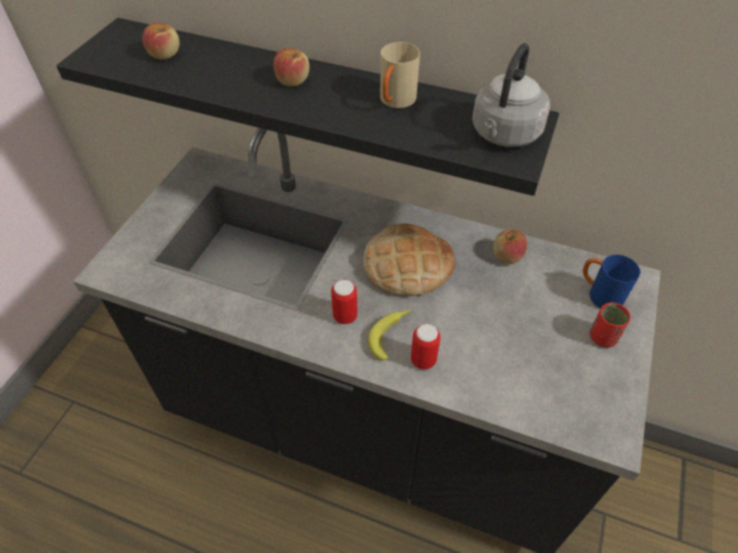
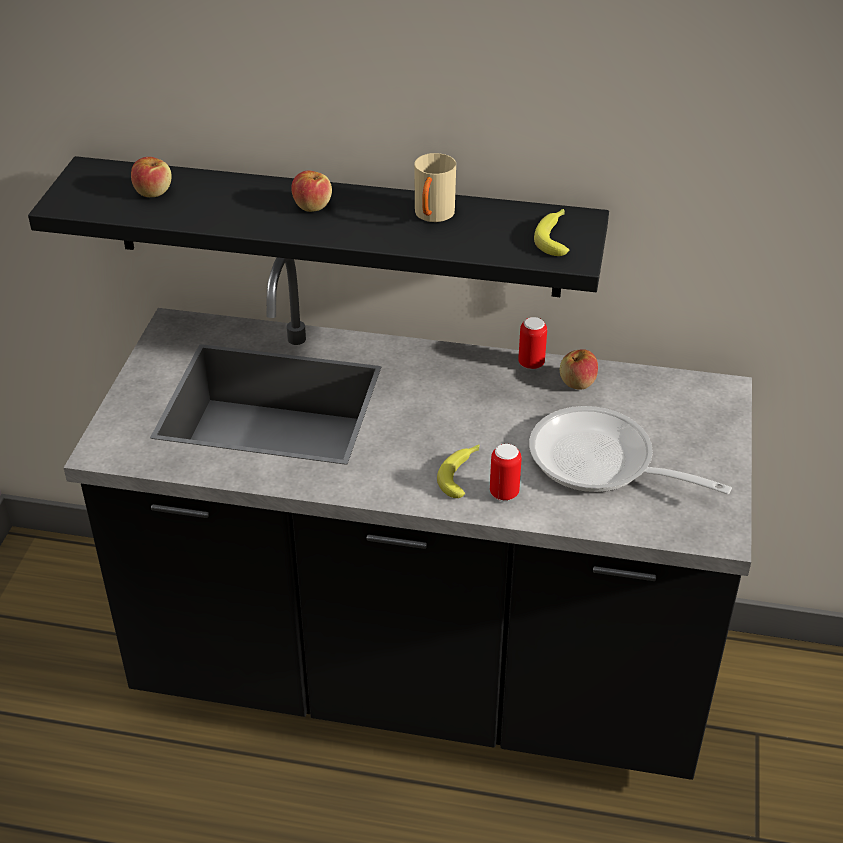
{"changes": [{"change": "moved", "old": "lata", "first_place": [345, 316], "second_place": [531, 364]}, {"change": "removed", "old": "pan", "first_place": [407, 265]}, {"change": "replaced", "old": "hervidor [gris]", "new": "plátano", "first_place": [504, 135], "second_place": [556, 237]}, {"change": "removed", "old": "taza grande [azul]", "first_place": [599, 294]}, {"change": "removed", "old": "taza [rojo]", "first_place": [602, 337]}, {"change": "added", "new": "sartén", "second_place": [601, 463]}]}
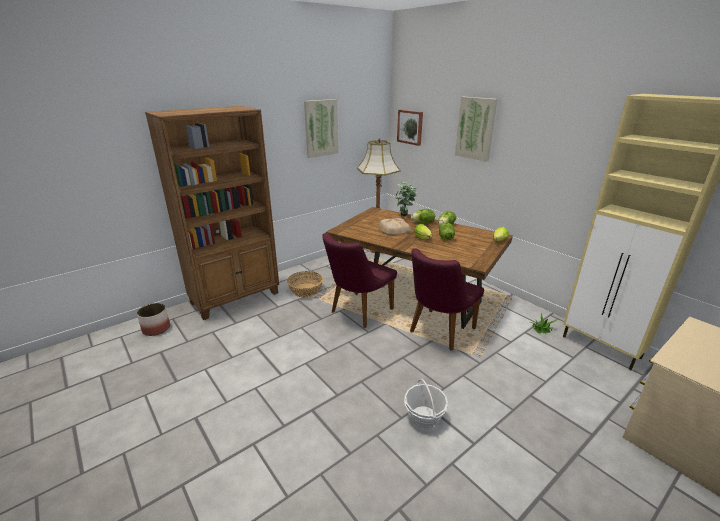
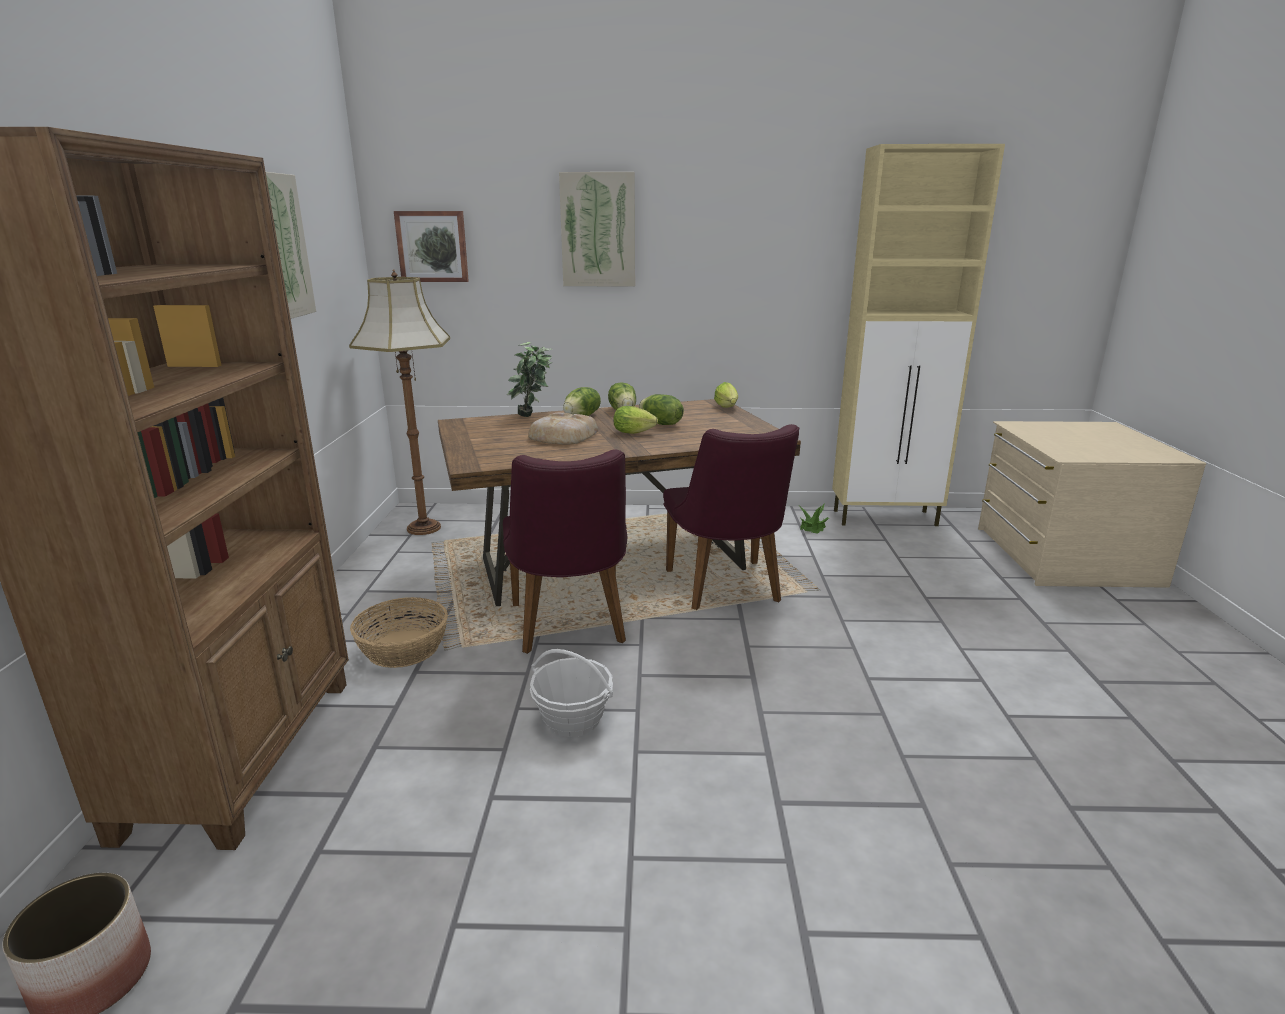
{"changes": [{"change": "moved", "old": "cesta", "first_place": [424, 417], "second_place": [573, 719]}]}
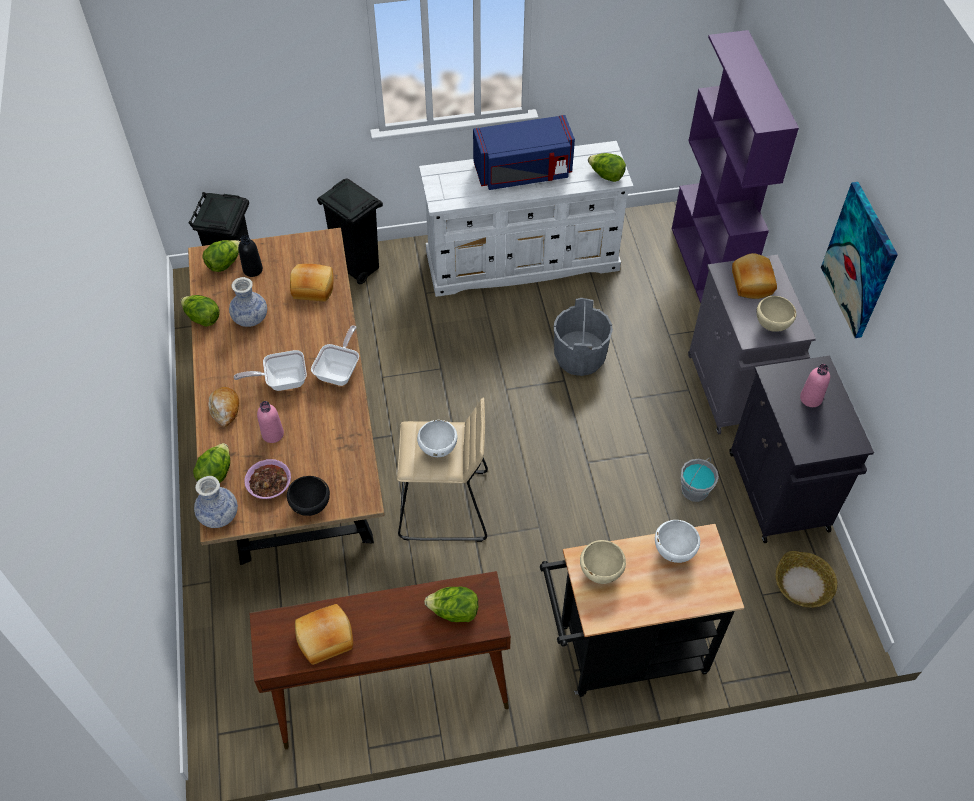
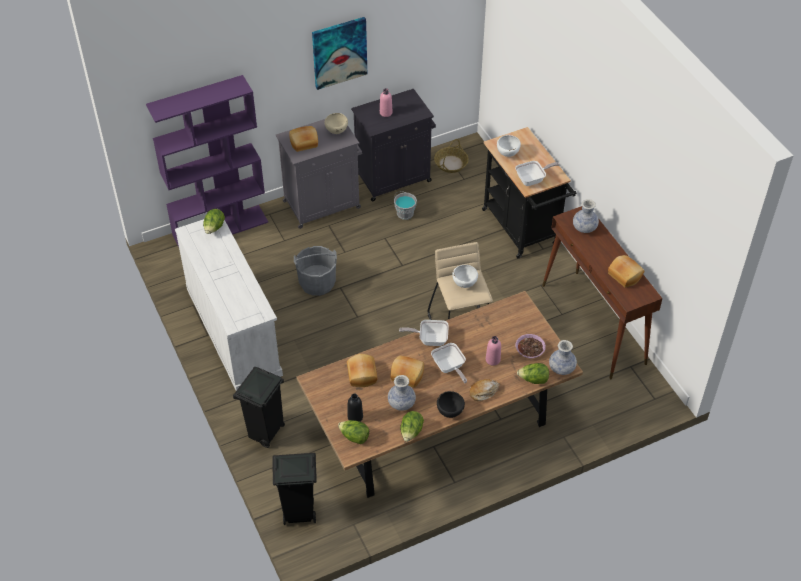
{"changes": [{"change": "moved", "old": "cuenco [negro]", "first_place": [311, 506], "second_place": [449, 412]}, {"change": "replaced", "old": "lechuga", "new": "florero", "first_place": [454, 612], "second_place": [584, 228]}, {"change": "removed", "old": "microondas [azul]", "first_place": [523, 172]}, {"change": "replaced", "old": "cuenco [beis]", "new": "sartén", "first_place": [600, 573], "second_place": [533, 179]}, {"change": "added", "new": "pan", "second_place": [407, 374]}]}
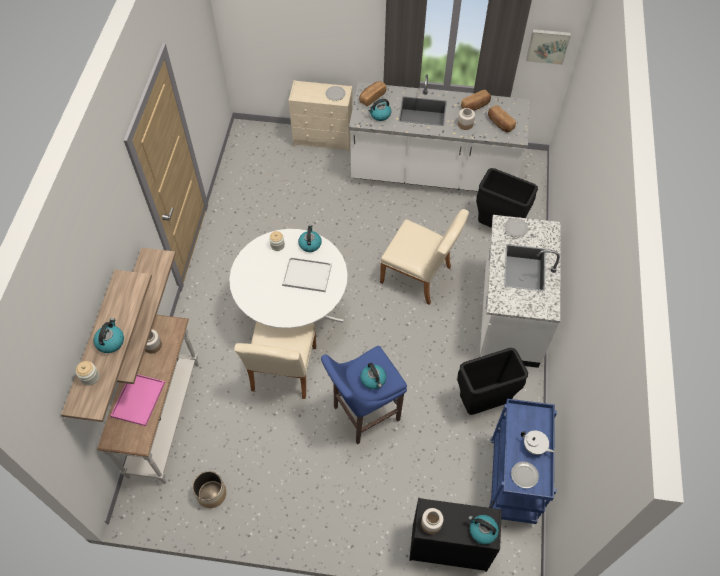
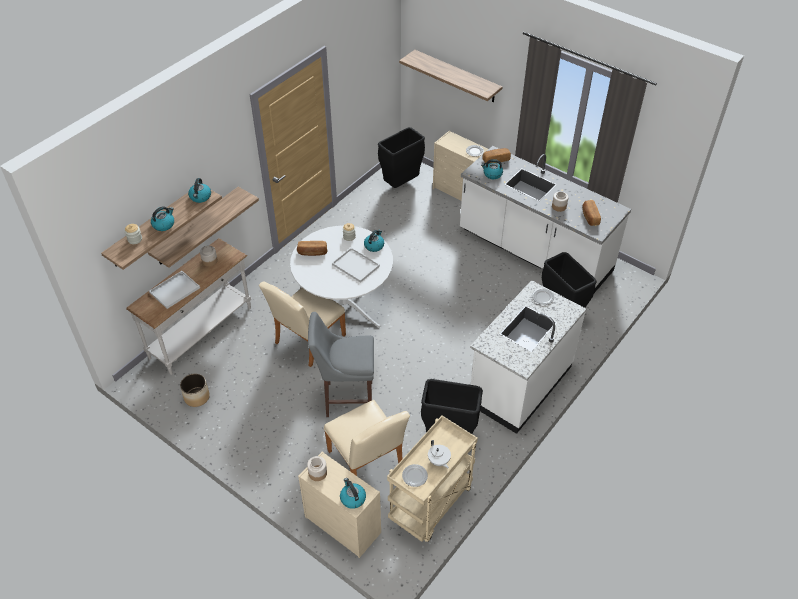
{"changes": [{"change": "recoloured", "old": "bandeja [rosa]", "new": "bandeja [blanco]", "first_place": [138, 398], "second_place": [175, 289]}, {"change": "recoloured", "old": "taburete [azul]", "new": "taburete [gris]", "first_place": [363, 414], "second_place": [346, 399]}, {"change": "moved", "old": "hervidor", "first_place": [373, 380], "second_place": [200, 197]}, {"change": "moved", "old": "silla [beis]", "first_place": [420, 277], "second_place": [368, 463]}, {"change": "recoloured", "old": "cómoda [negro]", "new": "cómoda [beis]", "first_place": [448, 547], "second_place": [342, 524]}, {"change": "moved", "old": "pan", "first_place": [475, 106], "second_place": [312, 253]}, {"change": "recoloured", "old": "carrito [azul]", "new": "carrito [beis]", "first_place": [513, 481], "second_place": [431, 505]}, {"change": "removed", "old": "cuadro", "first_place": [548, 45]}, {"change": "added", "new": "papelera [negro]", "second_place": [401, 184]}, {"change": "added", "new": "estante", "second_place": [457, 76]}]}
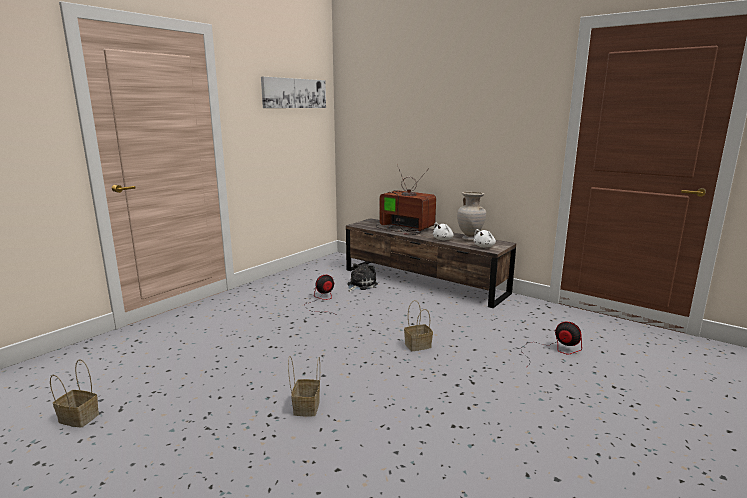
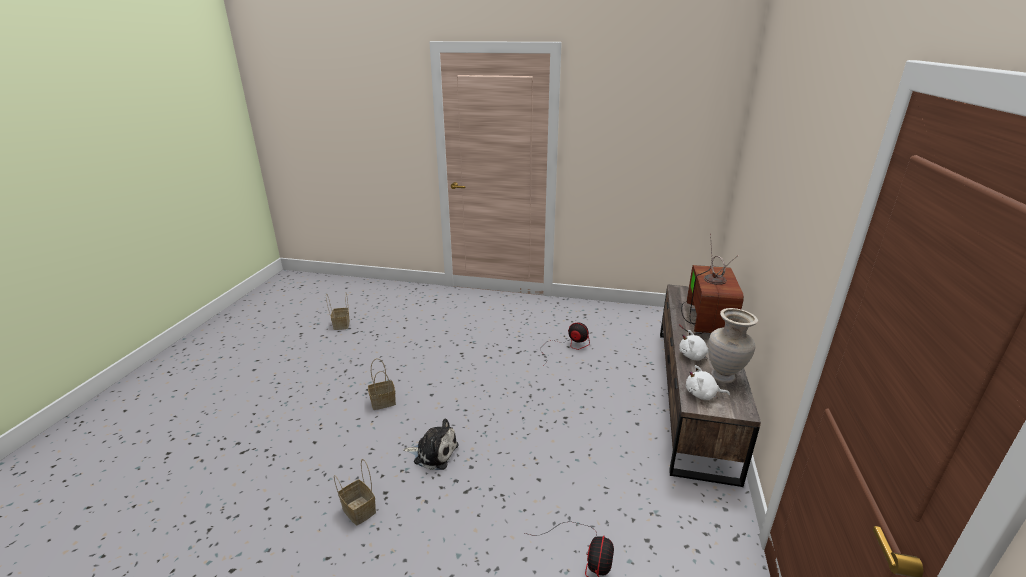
{"changes": [{"change": "removed", "old": "cuadro", "first_place": [294, 93]}, {"change": "moved", "old": "peluche", "first_place": [360, 285], "second_place": [433, 453]}, {"change": "moved", "old": "cesta", "first_place": [417, 346], "second_place": [358, 510]}]}
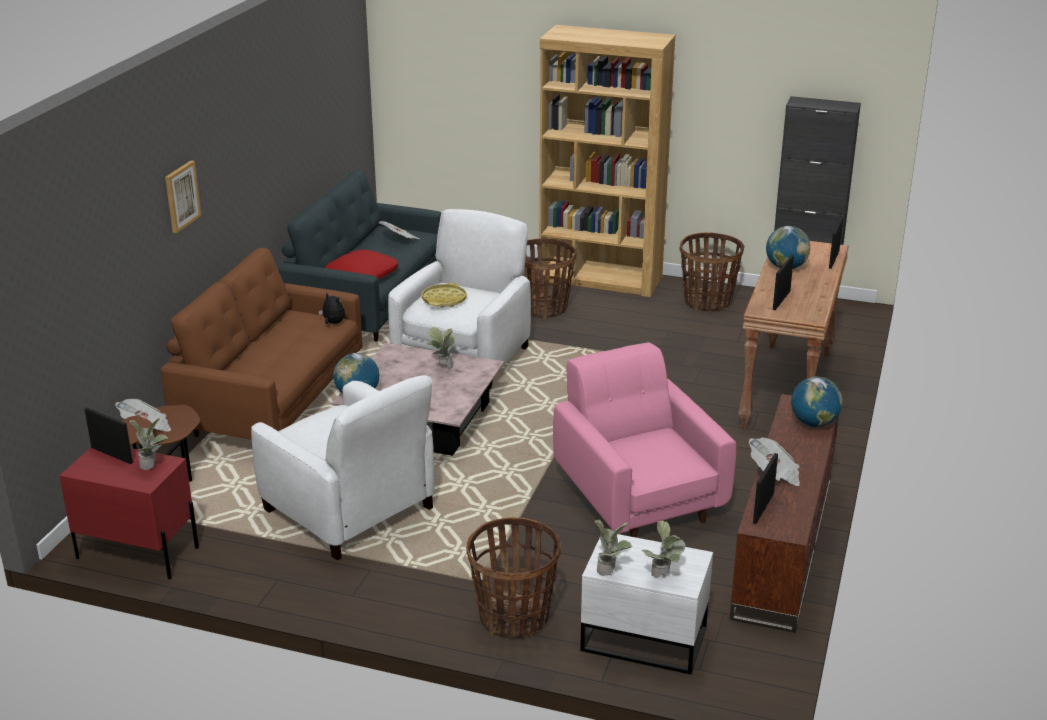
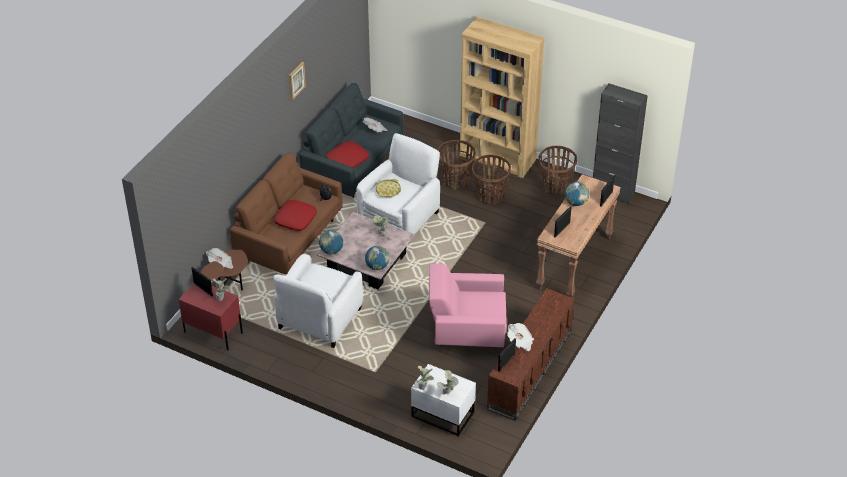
{"changes": [{"change": "moved", "old": "cuadro", "first_place": [181, 196], "second_place": [296, 80]}, {"change": "turned", "old": "sillón [blanco]", "first_place": [350, 510], "second_place": [319, 319], "degrees": 60}, {"change": "moved", "old": "cesta", "first_place": [514, 618], "second_place": [490, 195]}, {"change": "turned", "old": "sillón [rosa]", "first_place": [638, 497], "second_place": [467, 329], "degrees": -75}, {"change": "moved", "old": "globo terráqueo", "first_place": [814, 423], "second_place": [377, 266]}, {"change": "added", "new": "cojín [rojo]", "second_place": [295, 219]}]}
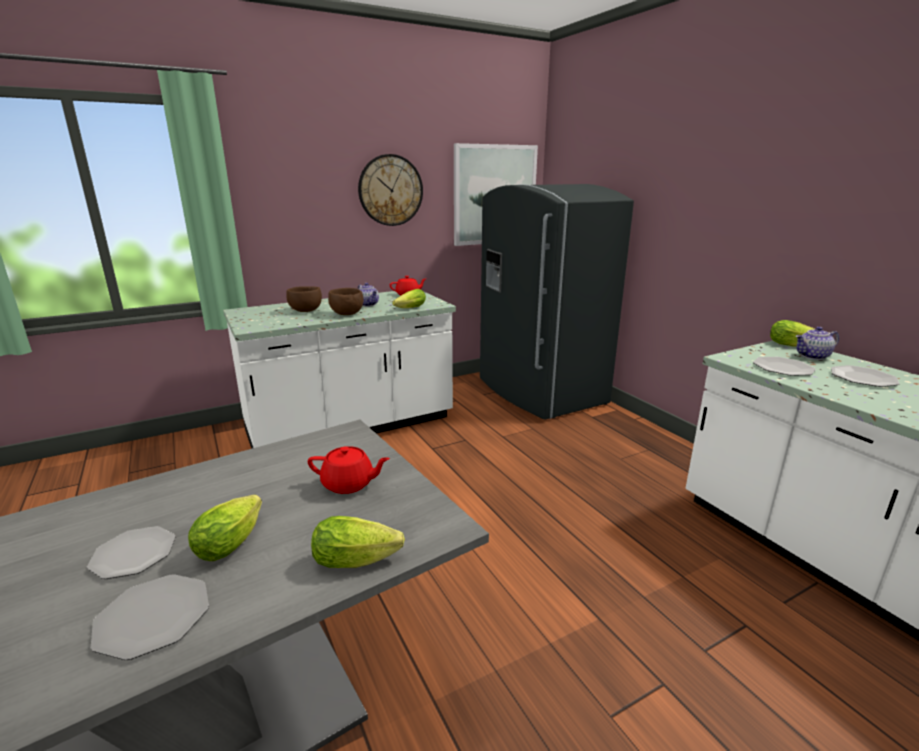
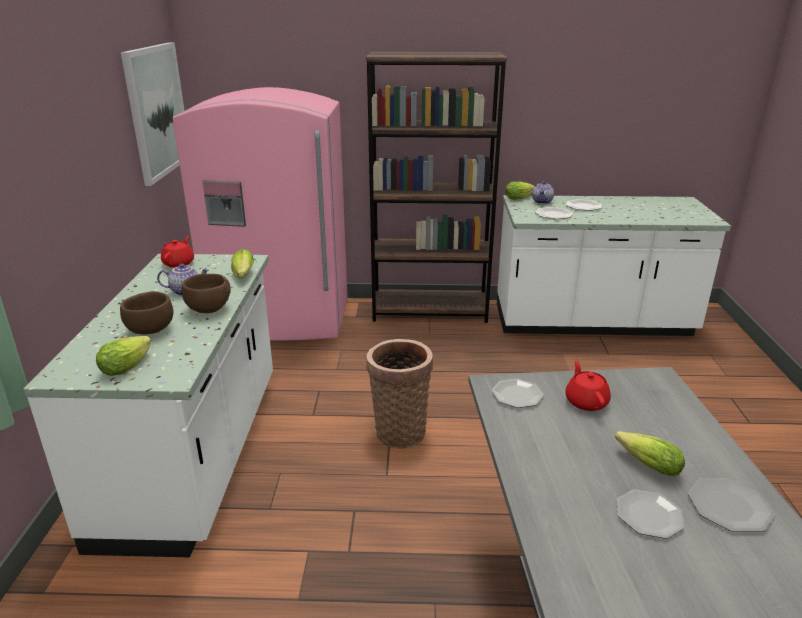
{"changes": [{"change": "turned", "old": "tetera [rojo]", "first_place": [349, 484], "second_place": [586, 401], "degrees": -45}, {"change": "moved", "old": "lechuga", "first_place": [360, 559], "second_place": [129, 365]}, {"change": "removed", "old": "reloj de pared", "first_place": [390, 190]}, {"change": "recoloured", "old": "nevera [gris]", "new": "nevera [rosa]", "first_place": [539, 392], "second_place": [280, 320]}, {"change": "added", "new": "estantería [marrón]", "second_place": [430, 311]}, {"change": "added", "new": "cesta", "second_place": [399, 430]}, {"change": "added", "new": "plato", "second_place": [517, 395]}]}
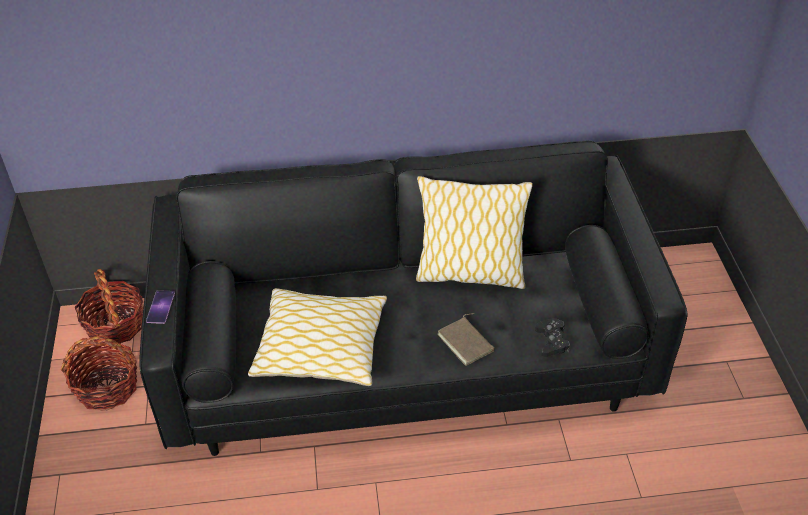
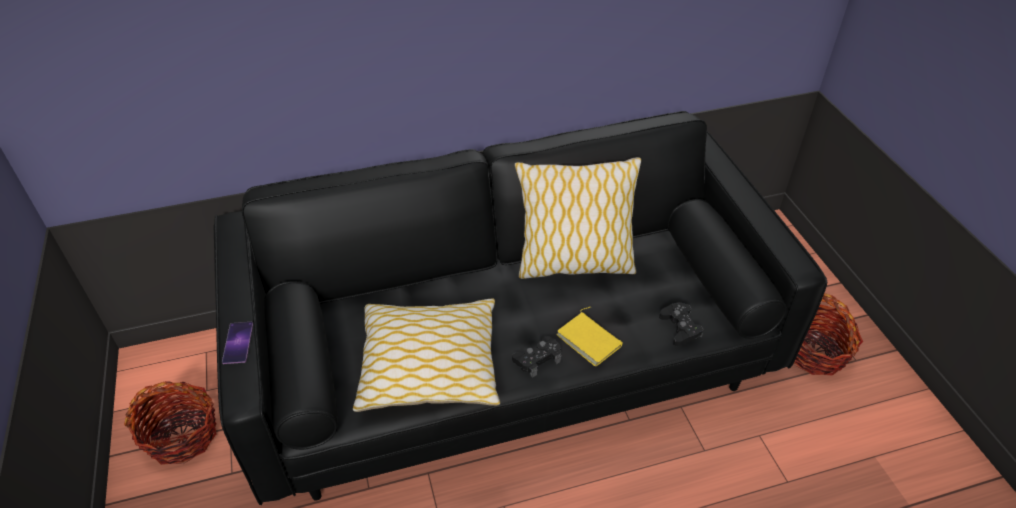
{"changes": [{"change": "moved", "old": "cesta", "first_place": [115, 325], "second_place": [814, 352]}, {"change": "recoloured", "old": "libro [marrón]", "new": "libro [amarillo]", "first_place": [467, 342], "second_place": [590, 340]}, {"change": "added", "new": "mando de consola [negro]", "second_place": [537, 359]}]}
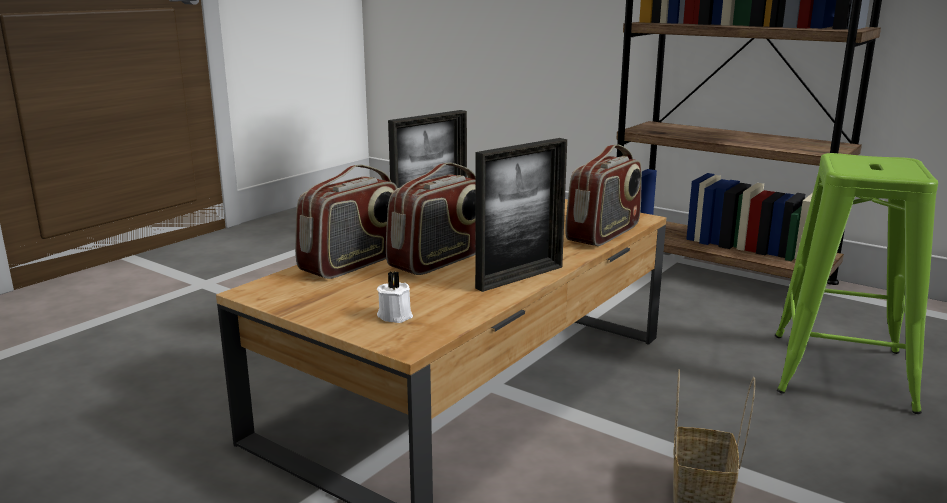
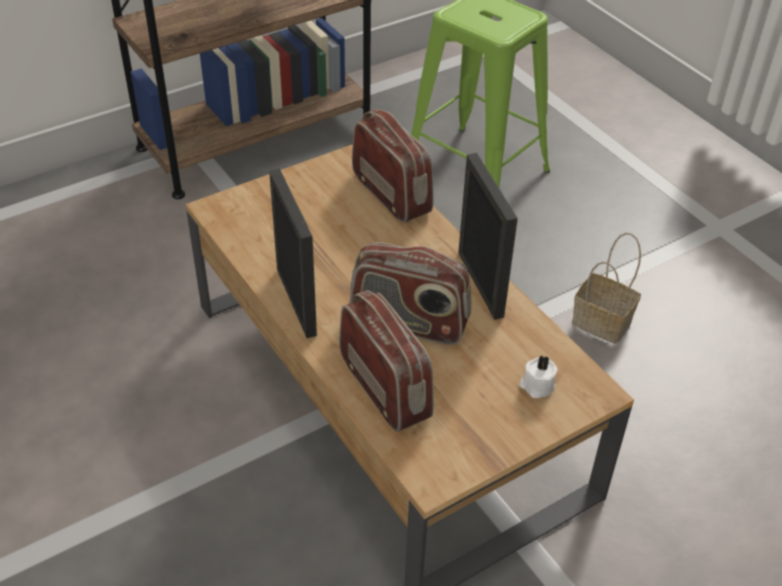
{"changes": [{"change": "turned", "old": "radio", "first_place": [439, 260], "second_place": [409, 323], "degrees": 135}]}
